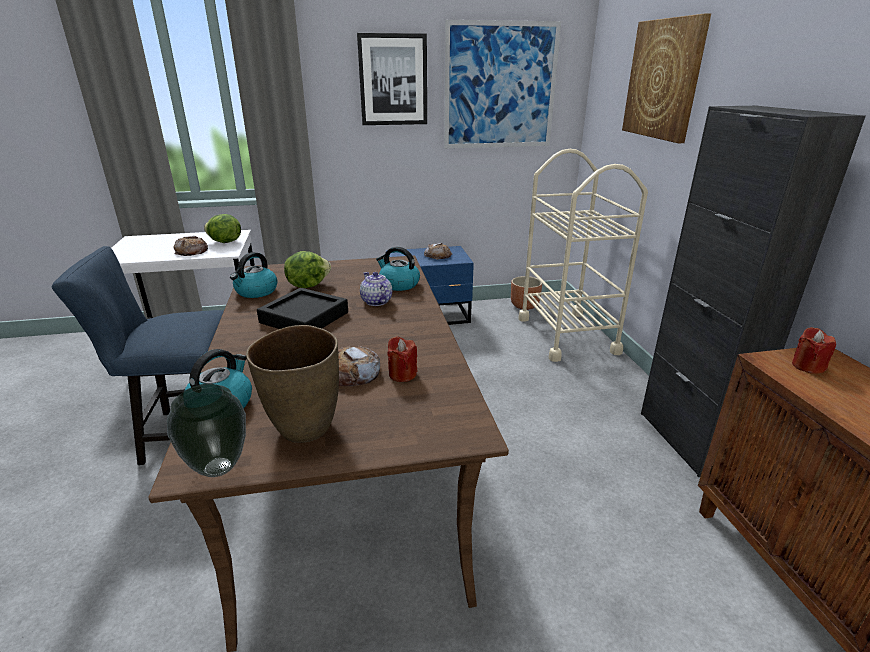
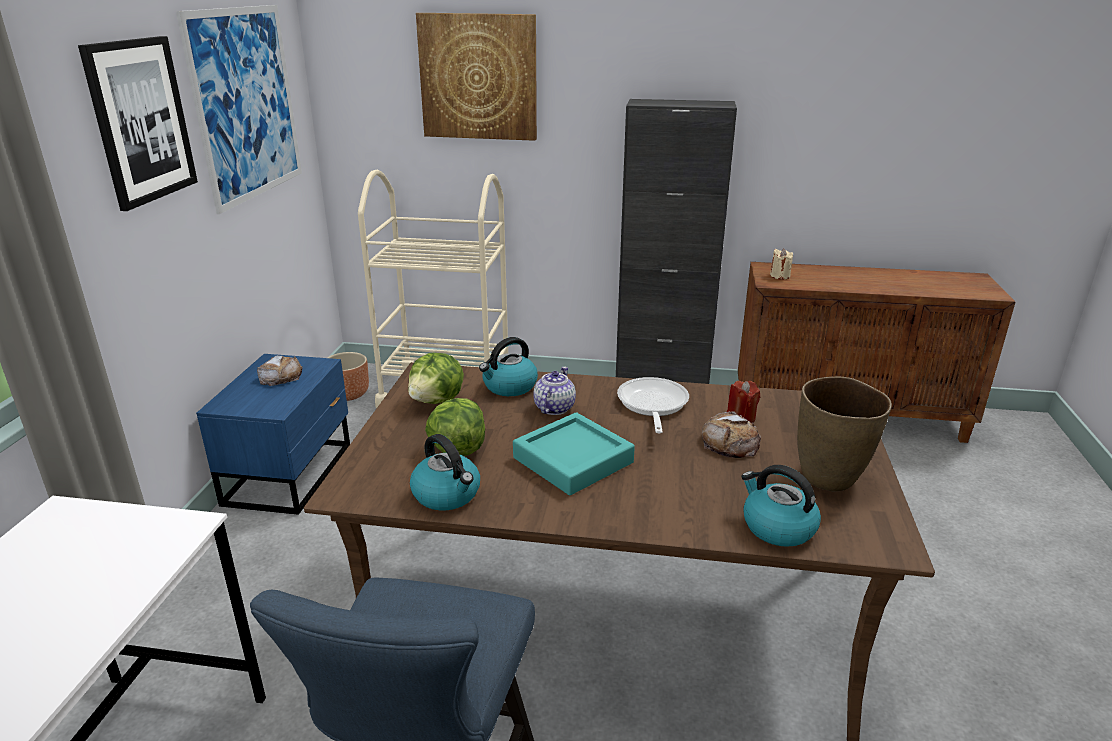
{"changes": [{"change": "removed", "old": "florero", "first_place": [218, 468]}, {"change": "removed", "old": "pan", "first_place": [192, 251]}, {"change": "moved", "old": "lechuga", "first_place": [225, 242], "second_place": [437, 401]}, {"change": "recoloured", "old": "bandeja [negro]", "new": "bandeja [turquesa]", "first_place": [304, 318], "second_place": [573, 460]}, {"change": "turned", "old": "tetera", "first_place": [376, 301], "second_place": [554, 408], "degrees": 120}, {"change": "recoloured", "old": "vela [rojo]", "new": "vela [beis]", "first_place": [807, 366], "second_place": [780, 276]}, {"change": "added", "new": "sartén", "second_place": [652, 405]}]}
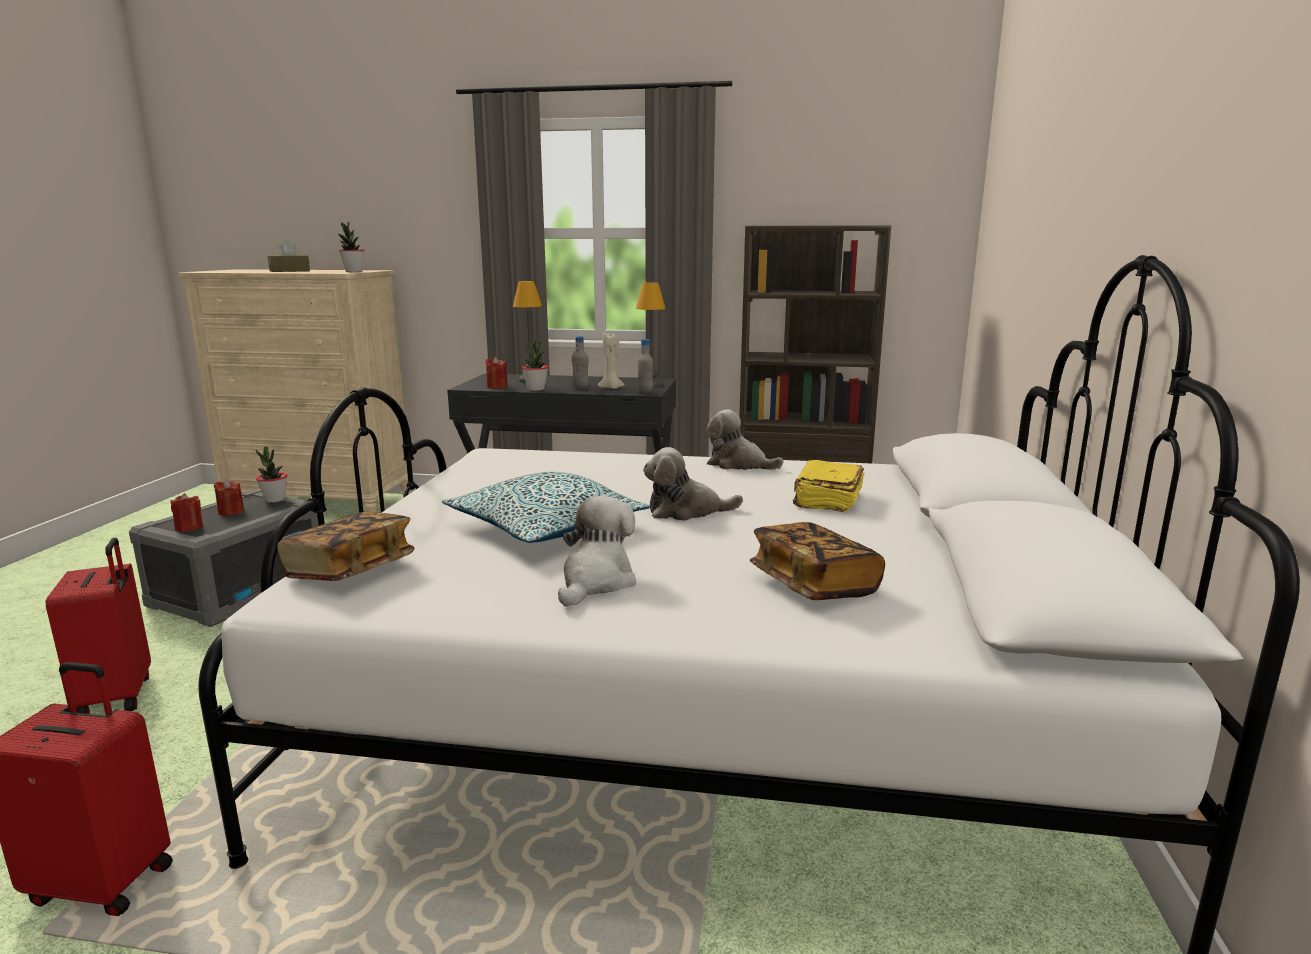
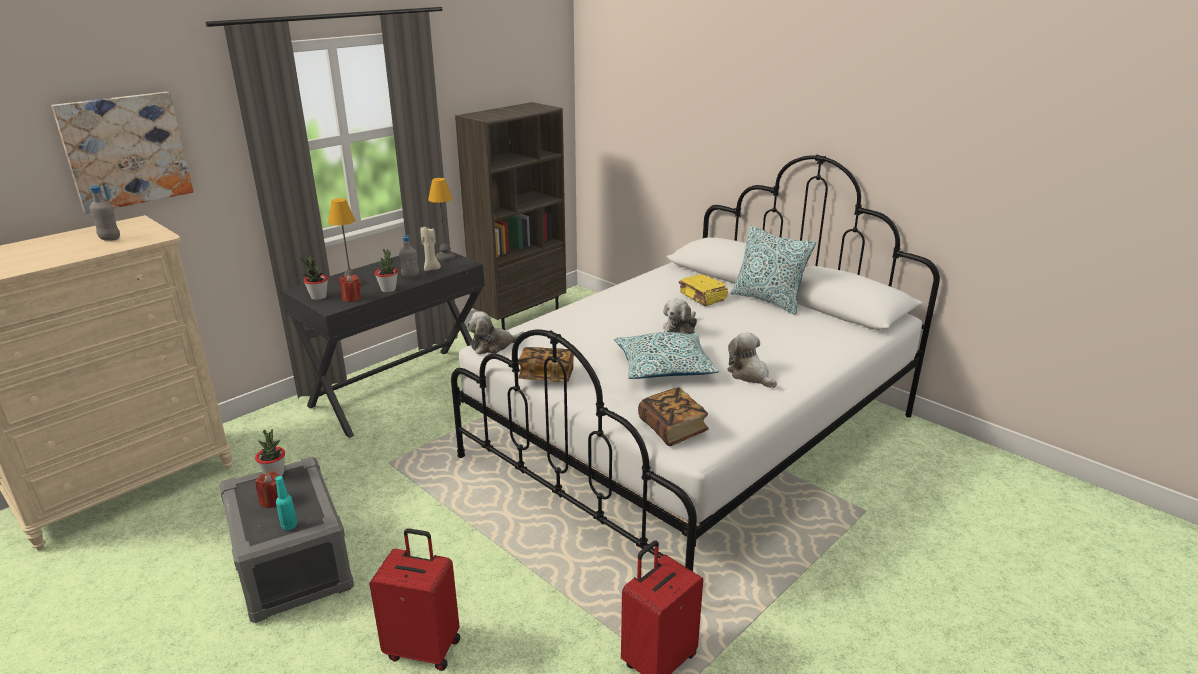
{"changes": [{"change": "replaced", "old": "vela [rojo]", "new": "botella [turquesa]", "first_place": [189, 528], "second_place": [289, 526]}, {"change": "removed", "old": "caja de pañuelos [marrón]", "first_place": [289, 271]}, {"change": "moved", "old": "planta en maceta", "first_place": [354, 272], "second_place": [318, 297]}, {"change": "moved", "old": "botella [gris]", "first_place": [645, 392], "second_place": [110, 239]}, {"change": "moved", "old": "peluche", "first_place": [738, 464], "second_place": [493, 345]}, {"change": "moved", "old": "libro", "first_place": [813, 585], "second_place": [546, 376]}, {"change": "added", "new": "cuadro", "second_place": [125, 151]}, {"change": "added", "new": "cojín", "second_place": [768, 300]}]}
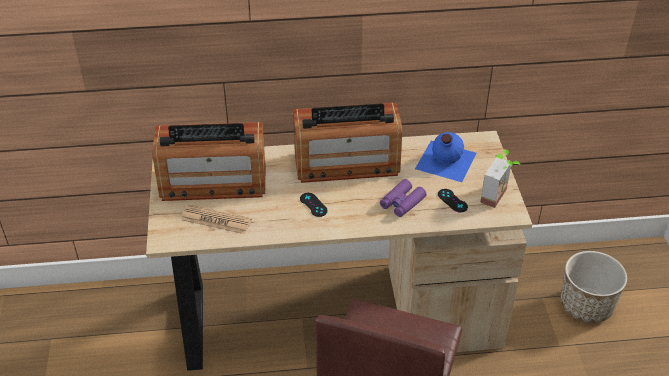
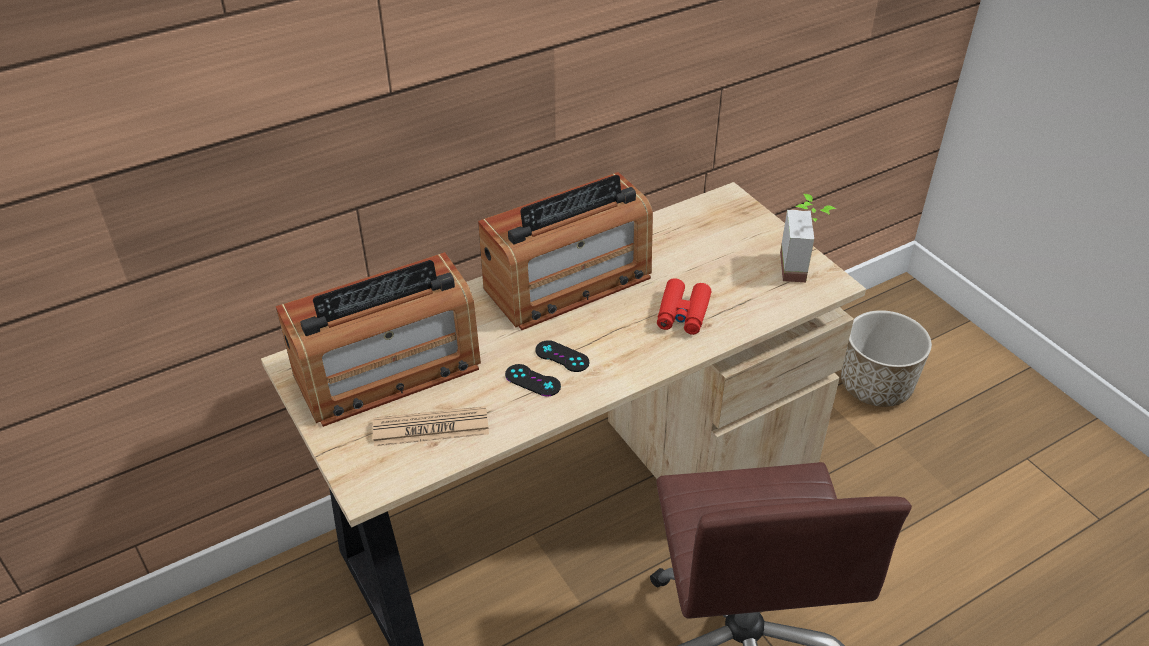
{"changes": [{"change": "recoloured", "old": "prismáticos [morado]", "new": "prismáticos [rojo]", "first_place": [402, 202], "second_place": [682, 314]}, {"change": "removed", "old": "botella [azul]", "first_place": [444, 161]}, {"change": "moved", "old": "mando de consola [negro]", "first_place": [452, 200], "second_place": [532, 380]}]}
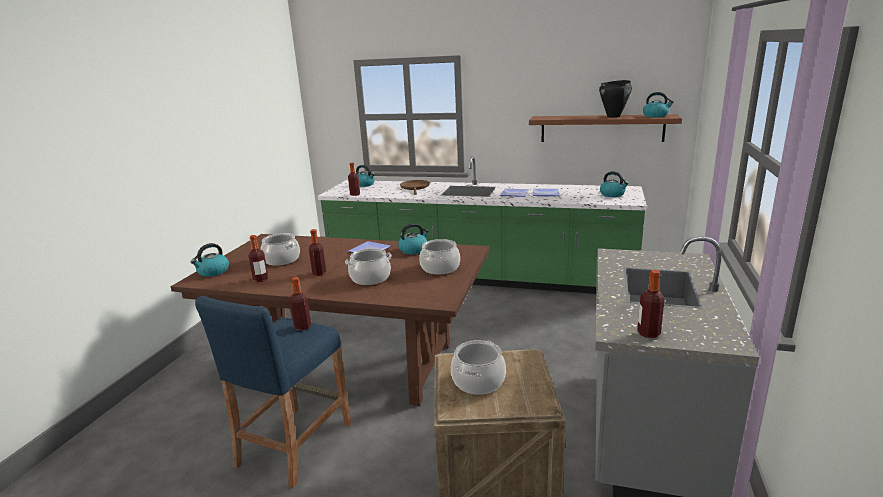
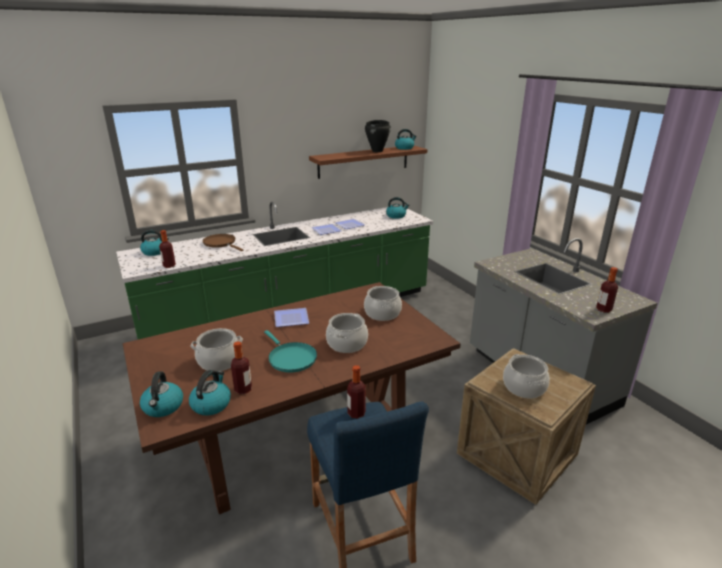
{"changes": [{"change": "replaced", "old": "botella", "new": "sartén [turquesa]", "first_place": [319, 273], "second_place": [290, 358]}, {"change": "moved", "old": "hervidor", "first_place": [413, 250], "second_place": [211, 404]}]}
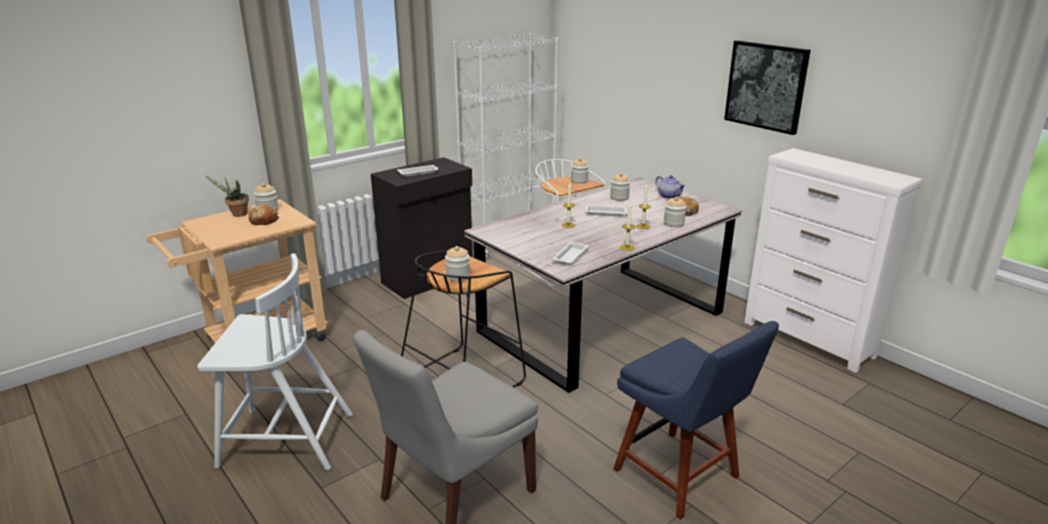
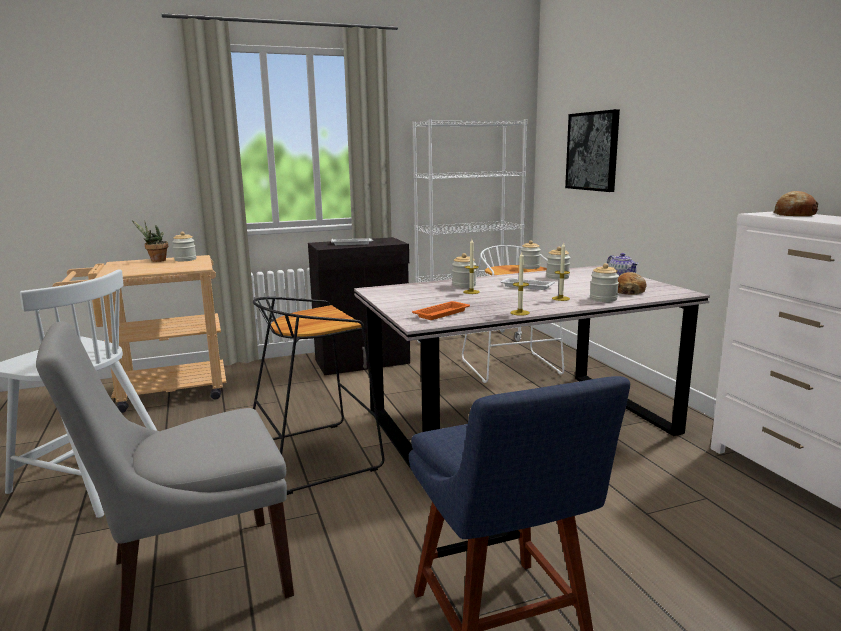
{"changes": [{"change": "moved", "old": "pan", "first_place": [264, 220], "second_place": [794, 214]}, {"change": "moved", "old": "tarro", "first_place": [458, 276], "second_place": [464, 285]}, {"change": "recoloured", "old": "bandeja [blanco]", "new": "bandeja [naranja]", "first_place": [571, 256], "second_place": [442, 313]}, {"change": "moved", "old": "cuadro", "first_place": [766, 86], "second_place": [592, 151]}]}
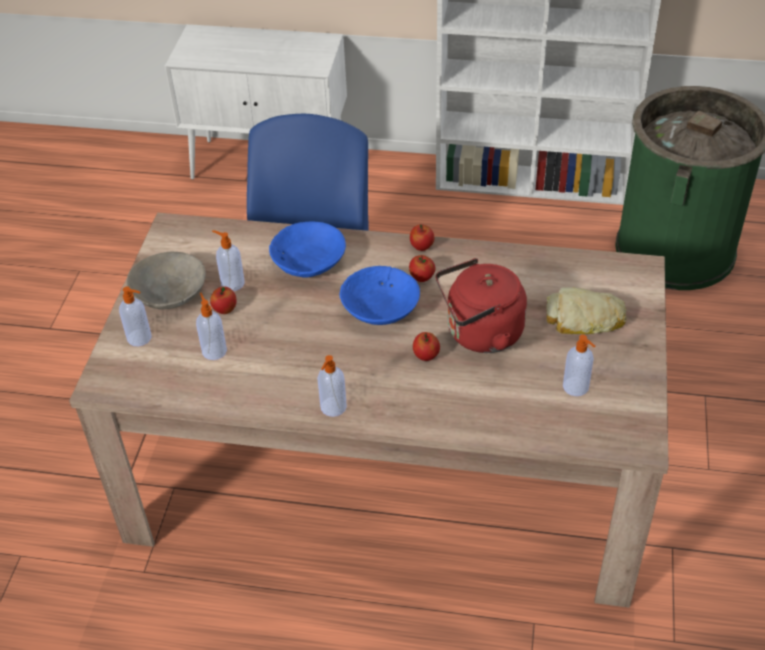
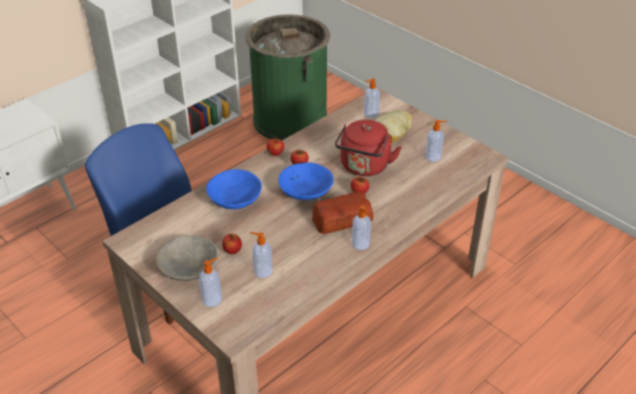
{"changes": [{"change": "moved", "old": "dispensador de jabón", "first_place": [232, 283], "second_place": [370, 114]}, {"change": "added", "new": "pan", "second_place": [343, 219]}]}
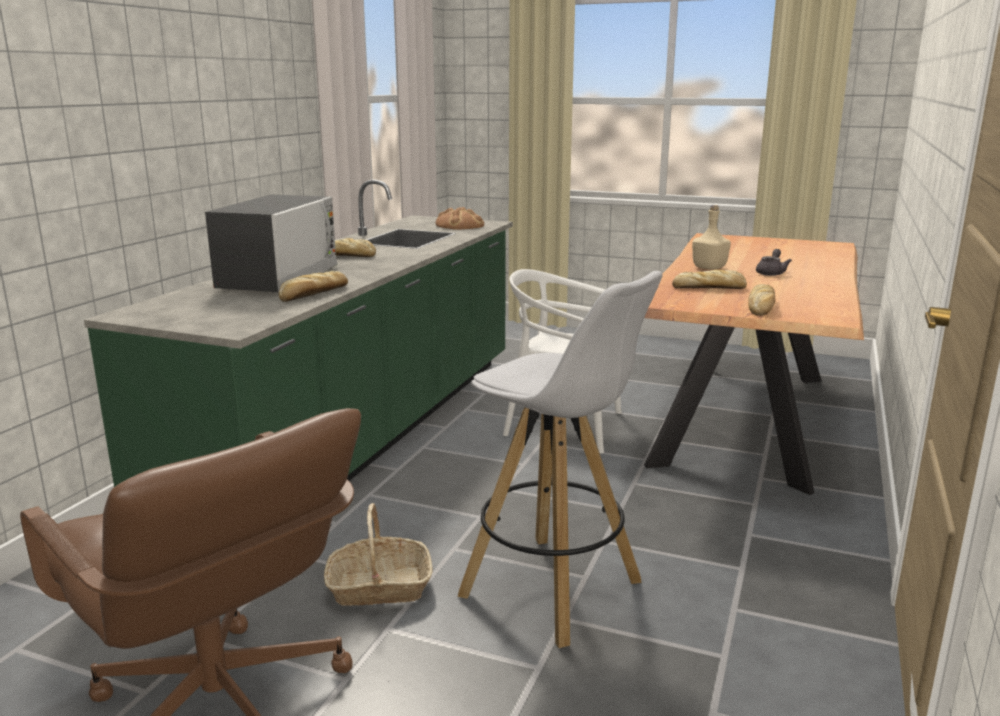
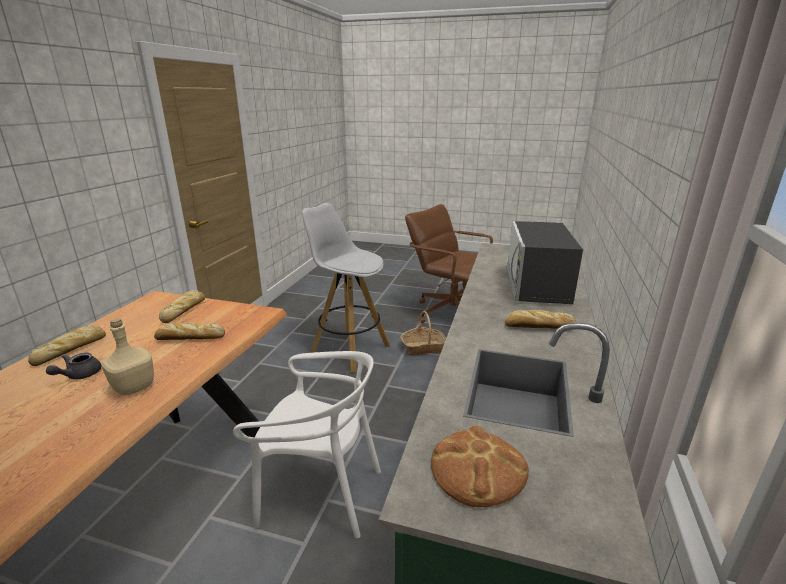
{"changes": [{"change": "moved", "old": "pan", "first_place": [313, 294], "second_place": [71, 349]}]}
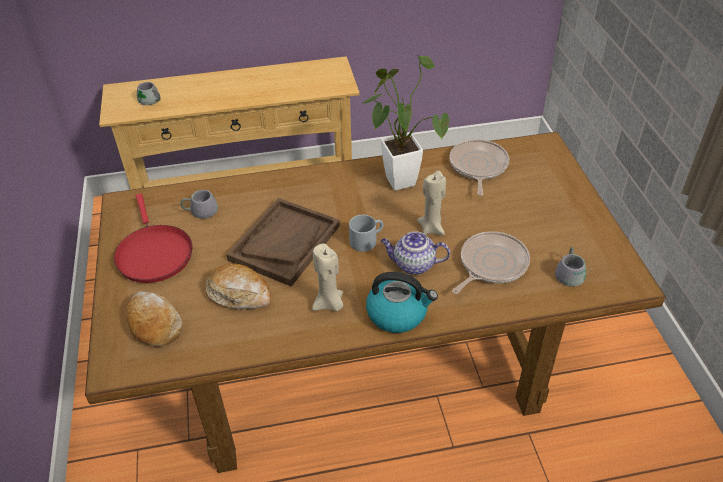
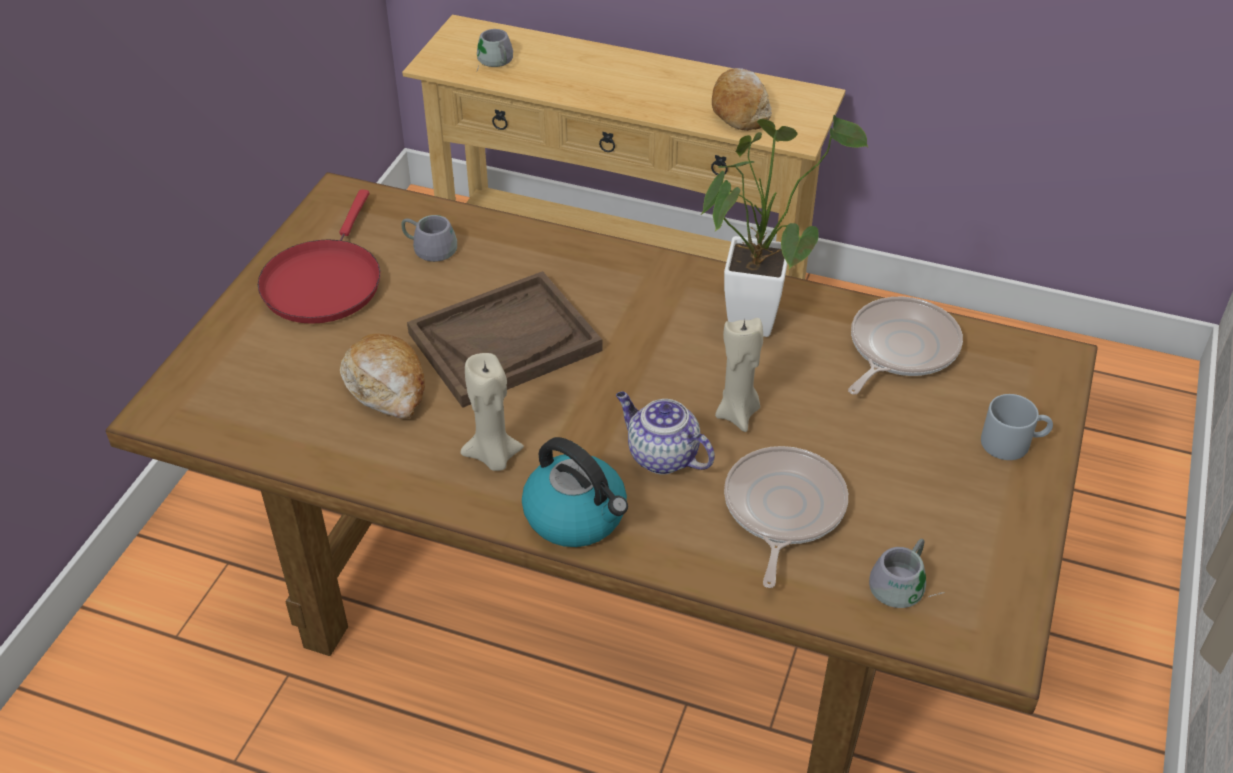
{"changes": [{"change": "moved", "old": "pan", "first_place": [154, 324], "second_place": [739, 109]}, {"change": "moved", "old": "taza grande [gris]", "first_place": [366, 240], "second_place": [1013, 442]}, {"change": "turned", "old": "sartén", "first_place": [491, 264], "second_place": [782, 510], "degrees": -60}]}
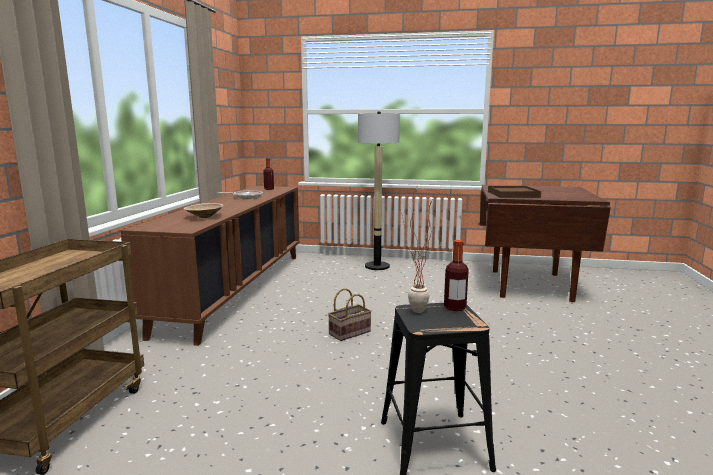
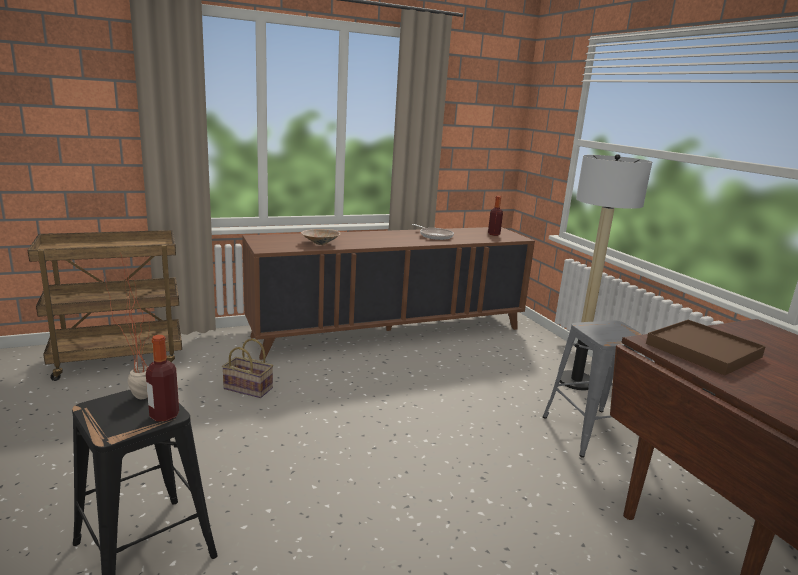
{"changes": [{"change": "moved", "old": "cesta", "first_place": [350, 332], "second_place": [249, 388]}, {"change": "added", "new": "taburete [gris]", "second_place": [591, 431]}]}
